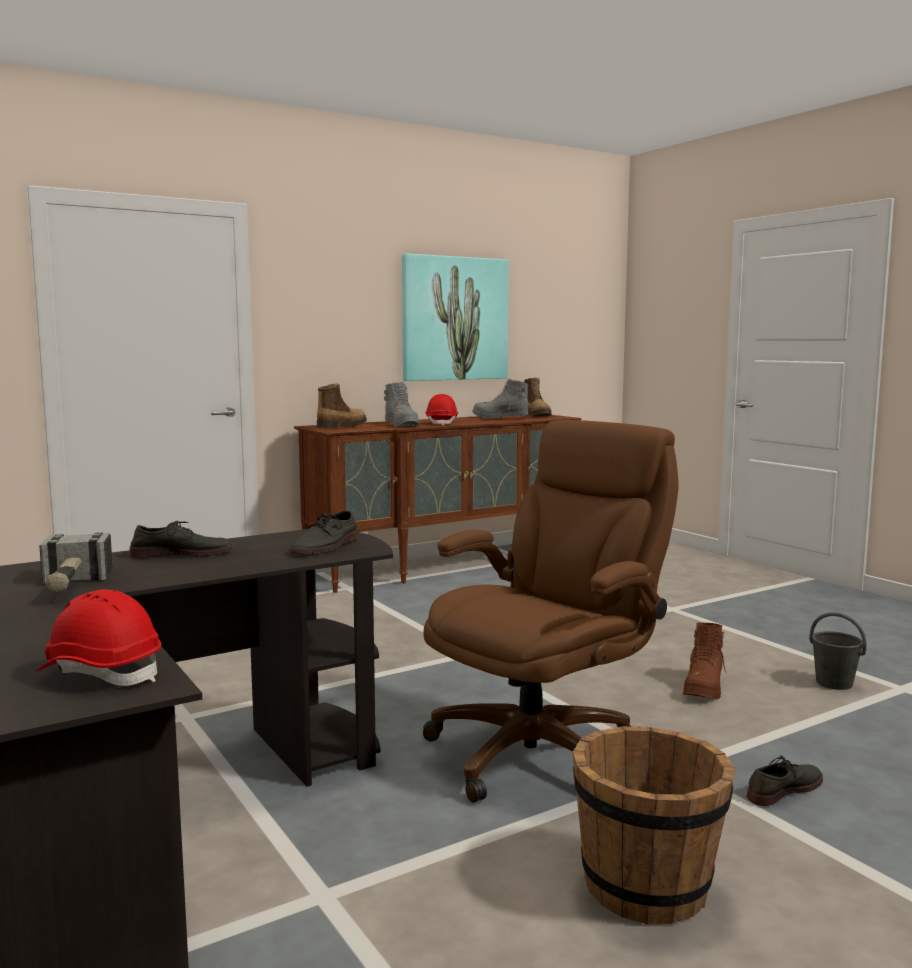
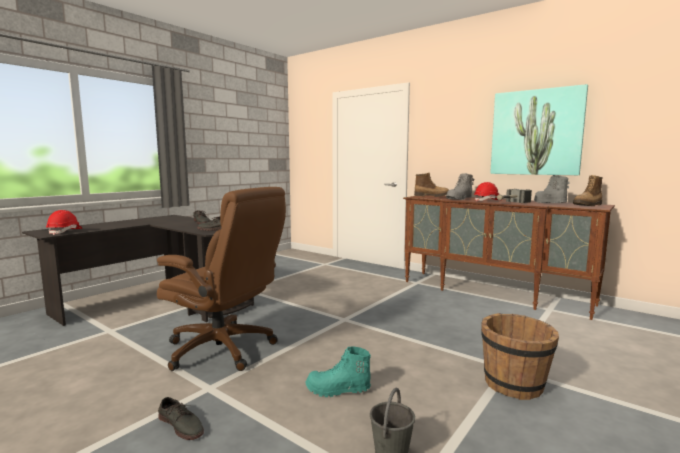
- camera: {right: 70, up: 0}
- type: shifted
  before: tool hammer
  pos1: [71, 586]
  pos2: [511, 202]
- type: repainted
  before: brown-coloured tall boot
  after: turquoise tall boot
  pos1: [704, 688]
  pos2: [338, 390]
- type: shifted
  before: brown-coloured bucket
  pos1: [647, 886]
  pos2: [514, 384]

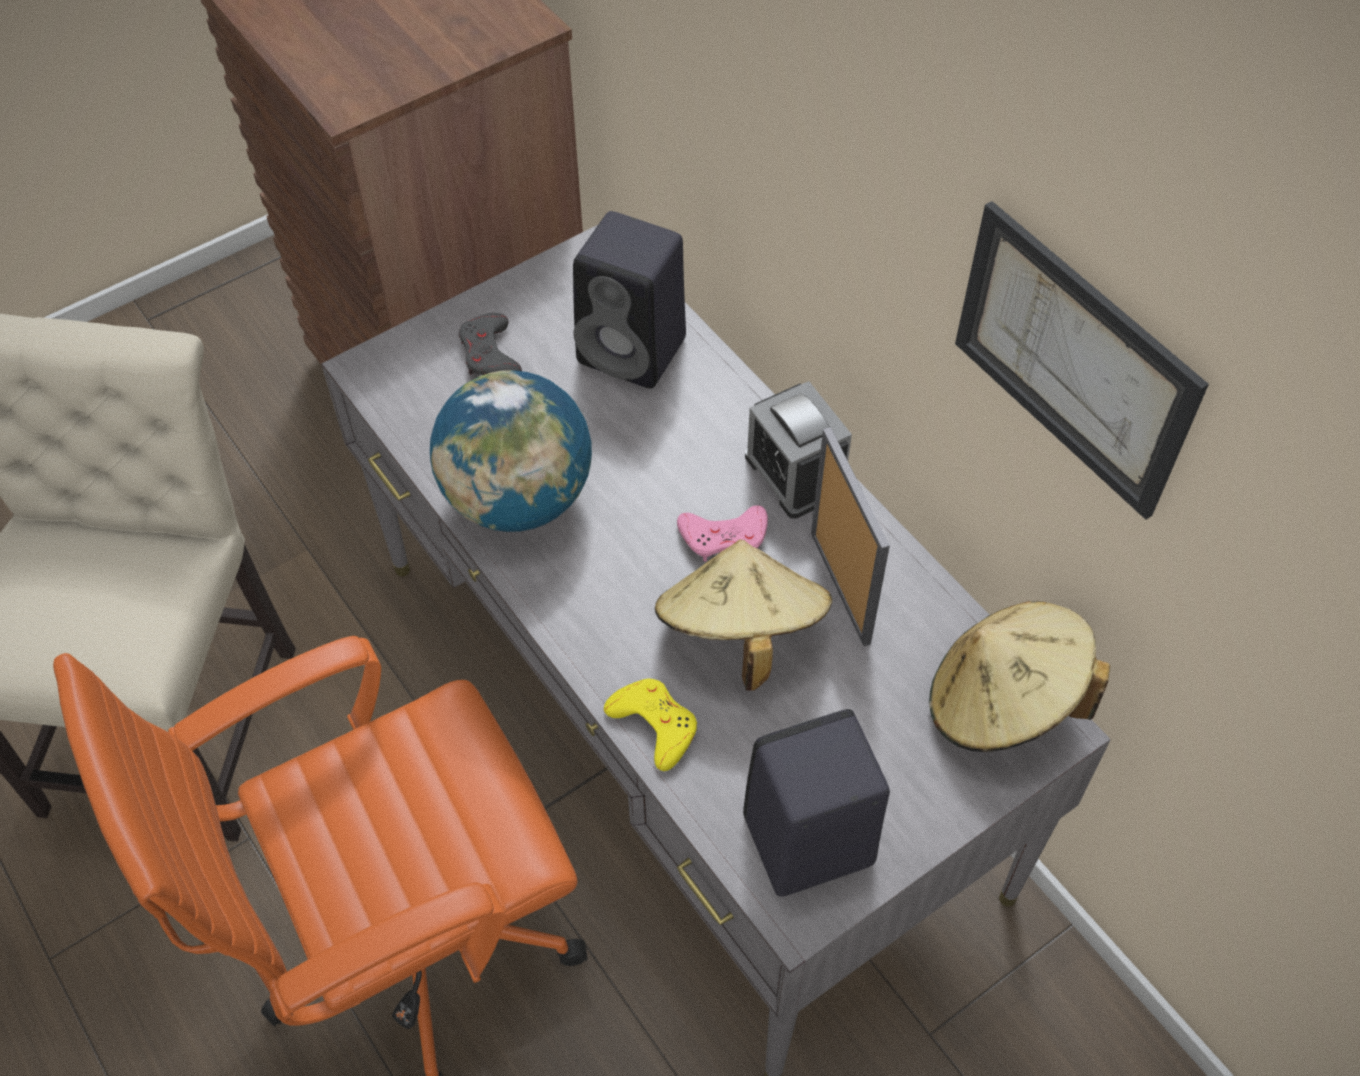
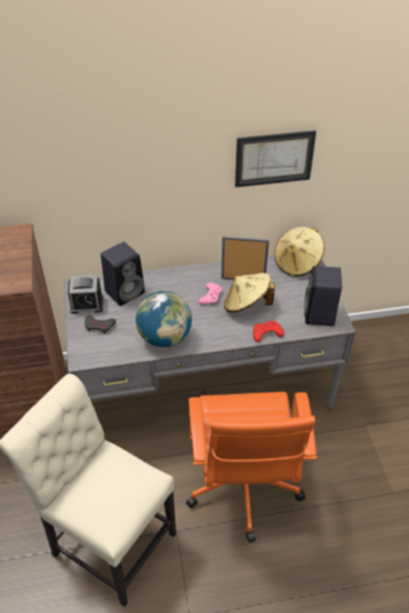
- camera: {right: -65, up: -10}
- type: shifted
  before: bedside clock
  pos1: [795, 473]
  pos2: [87, 304]
- type: repainted
  before: yellow gamepad
  after: reddish gamepad
  pos1: [654, 725]
  pos2: [266, 333]

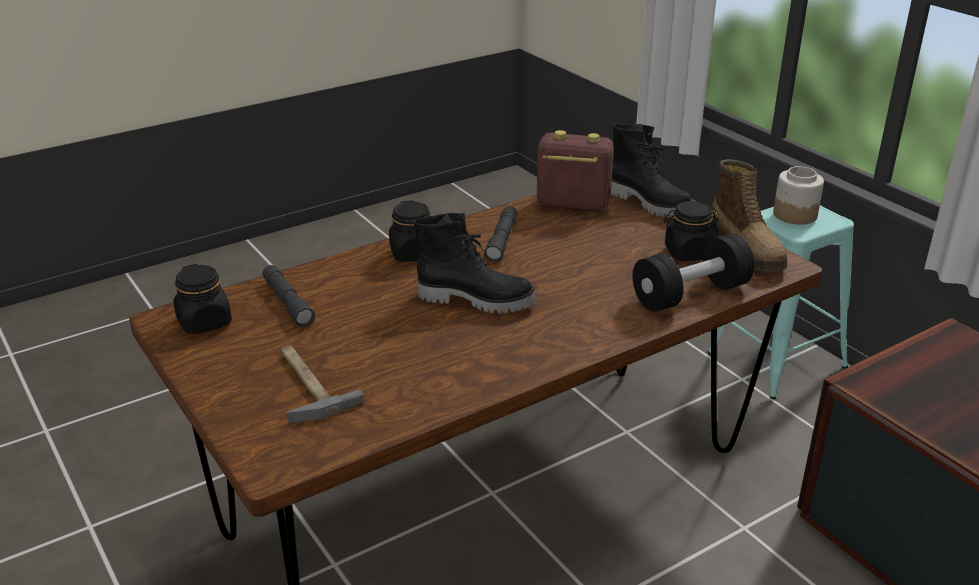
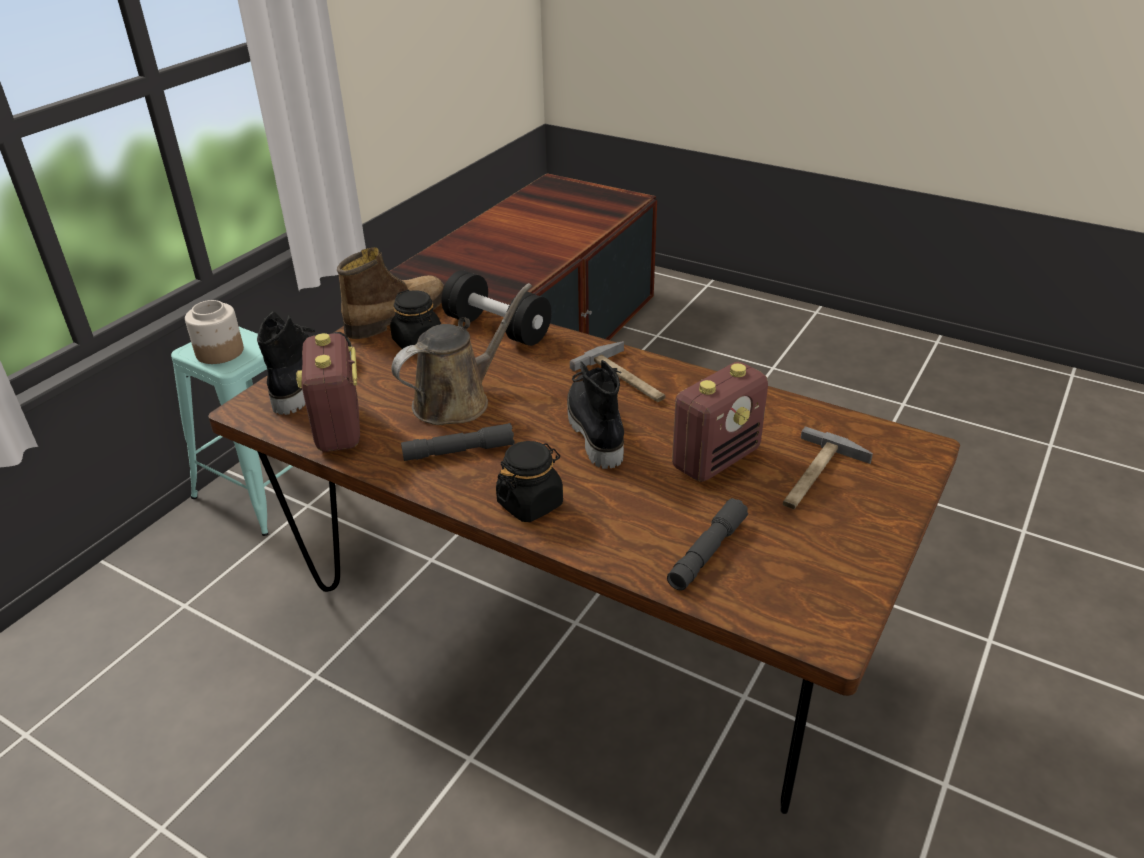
- camera: {right: -115, up: 5}
- type: gone
  before: black storage jar
  pos1: [204, 322]
- type: new
  after: brown-coloured watering can
  pos2: [457, 400]
- type: new
  after: tool hammer
  pos2: [626, 378]
- type: new
  after: radio
  pos2: [716, 458]

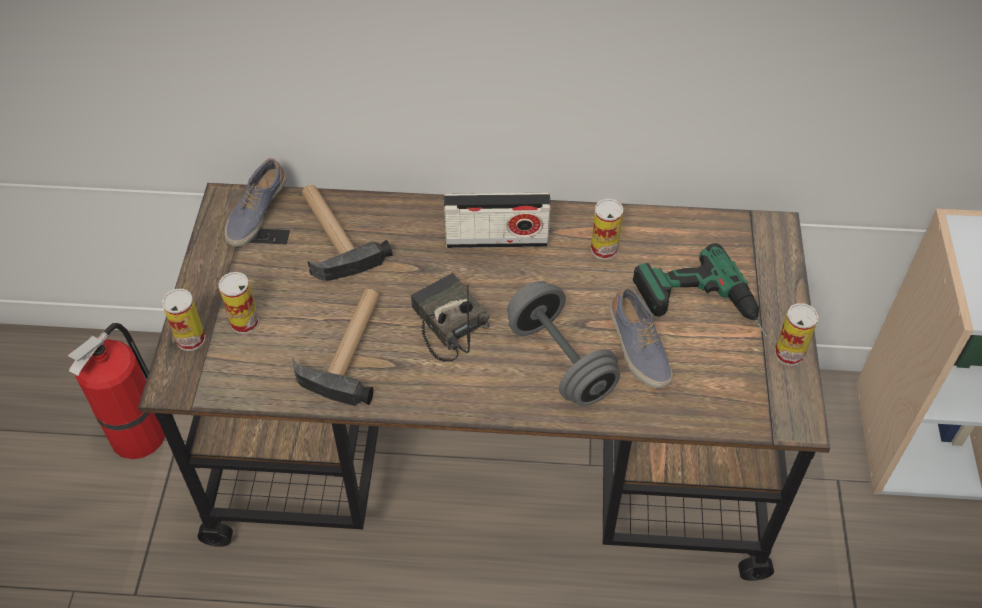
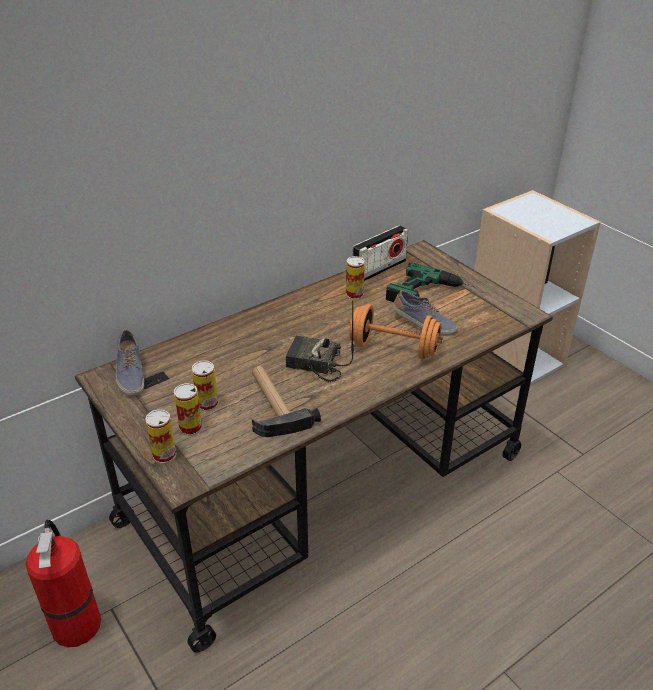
- camera: {right: -40, up: -15}
- type: gone
  before: tool hammer
  pos1: [332, 235]
- type: shifted
  before: radio
  pos1: [496, 240]
  pos2: [379, 269]
- type: repainted
  before: grey dumbbell
  after: orangey dumbbell
  pos1: [560, 361]
  pos2: [394, 348]
- type: shifted
  before: sealed can
  pos1: [789, 353]
  pos2: [207, 404]

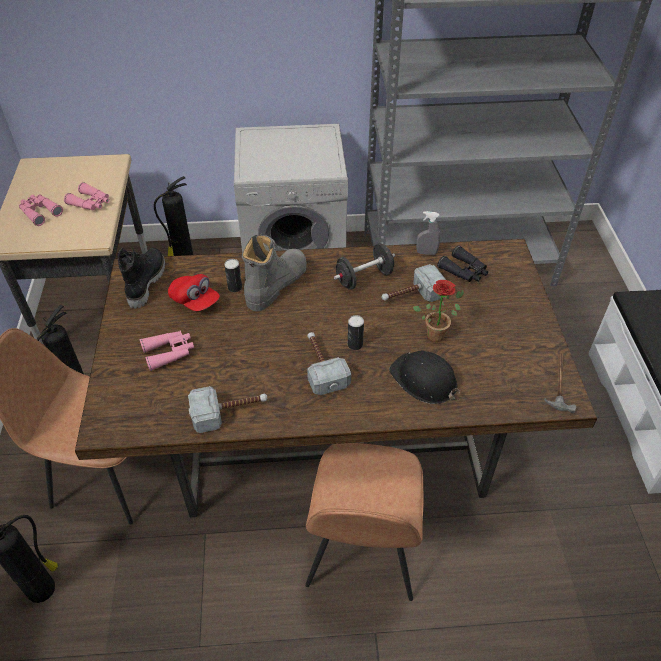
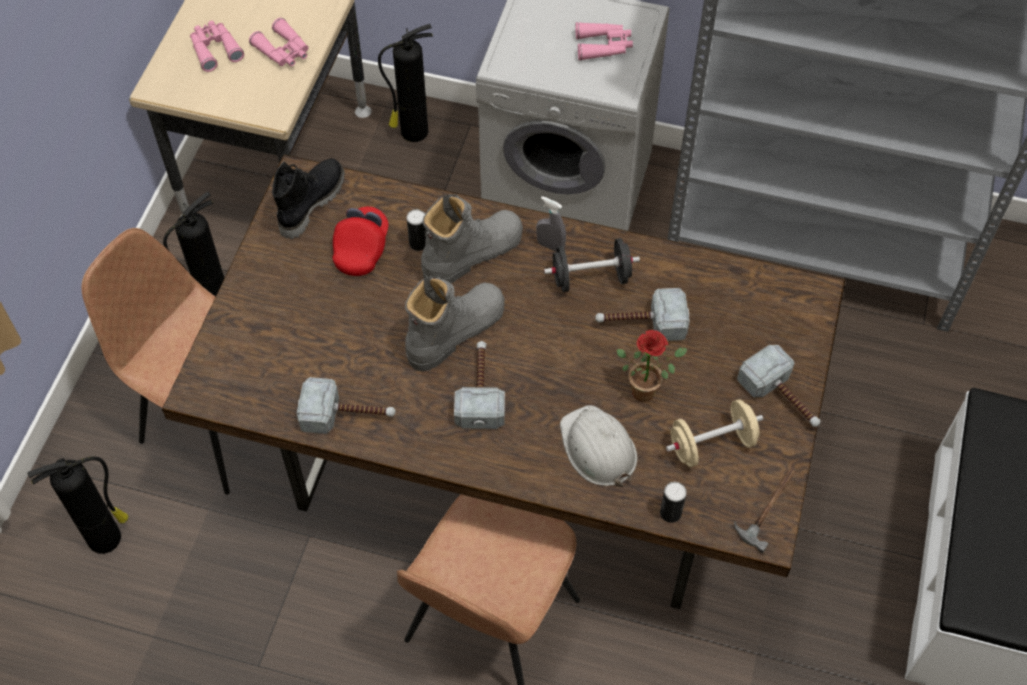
- camera: {right: 20, up: 10}
- type: shifted
  before: grey spray bottle
  pos1: [426, 253]
  pos2: [550, 246]
- type: gone
  before: black binoculars
  pos1: [464, 271]
- type: rotated
  before: reddish cap
  pos1: [195, 301]
  pos2: [362, 249]
  turn: -135
- type: shifted
  before: sealed can
  pos1: [355, 344]
  pos2: [670, 513]
- type: shifted
  before: pink binoculars
  pos1: [169, 352]
  pos2: [603, 46]
- type: repainted
  before: black work helmet
  after: white-coloured work helmet
  pos1: [424, 380]
  pos2: [598, 448]
- type: new
  after: grey tall boot
  pos2: [455, 331]
- type: new
  after: tool hammer
  pos2: [782, 398]
- type: new
  after: sand-coloured dumbbell
  pos2: [711, 444]

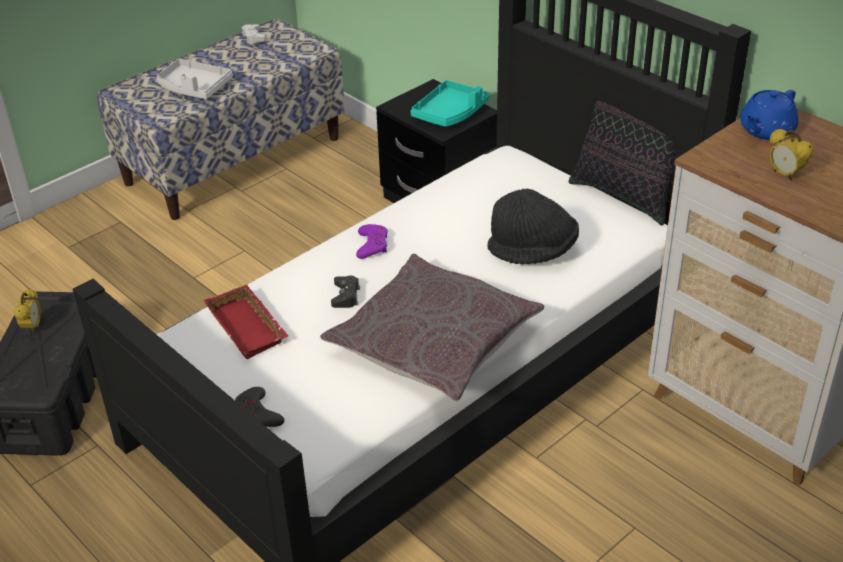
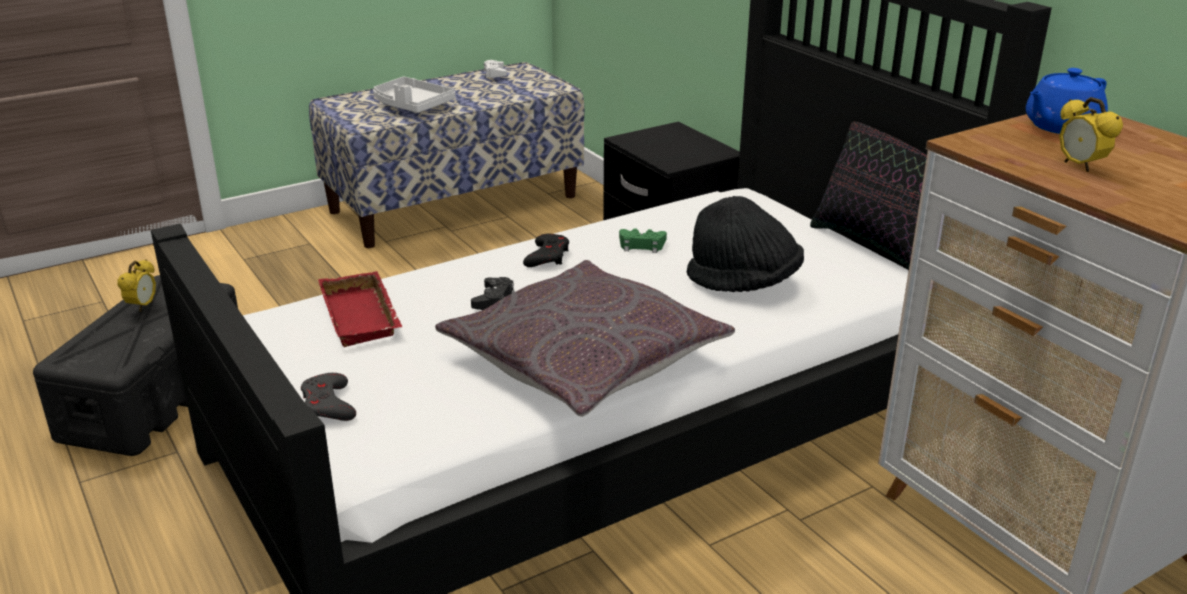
- camera: {right: 10, up: -10}
- type: gone
  before: turquoise tray
  pos1: [450, 113]
- type: repainted
  before: purplish gamepad
  after: black gamepad
  pos1: [372, 245]
  pos2: [547, 256]
- type: new
  after: greenish gamepad
  pos2: [641, 245]

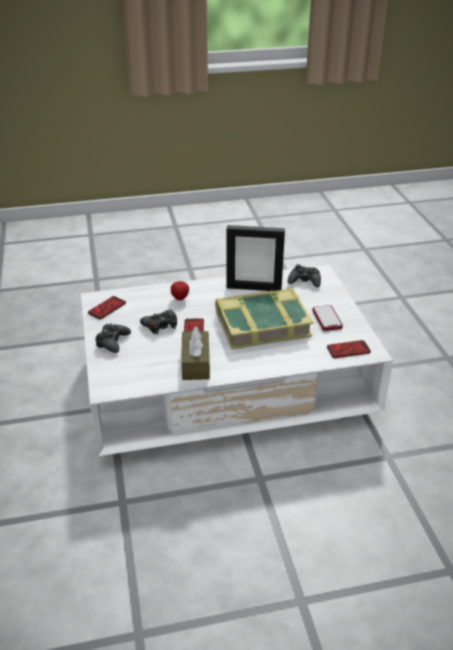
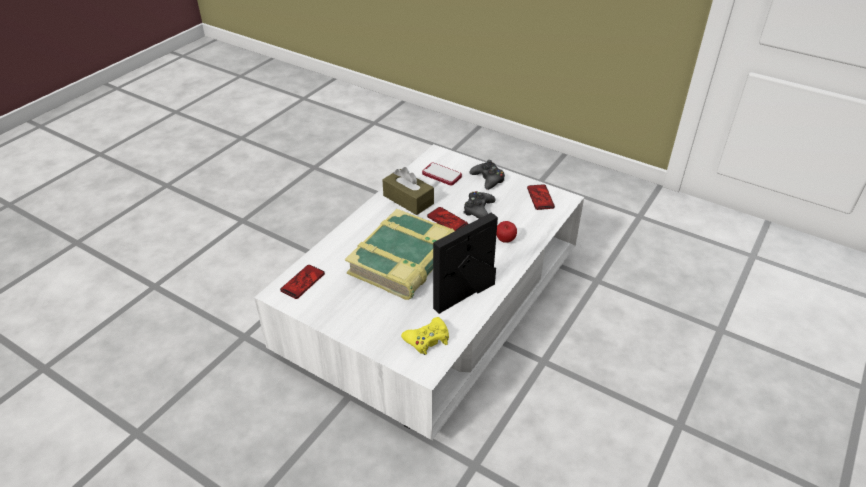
- camera: {right: 135, up: 5}
- type: repainted
  before: black gamepad
  after: yellow gamepad
  pos1: [304, 281]
  pos2: [427, 340]
- type: shifted
  before: phone
  pos1: [327, 319]
  pos2: [441, 175]

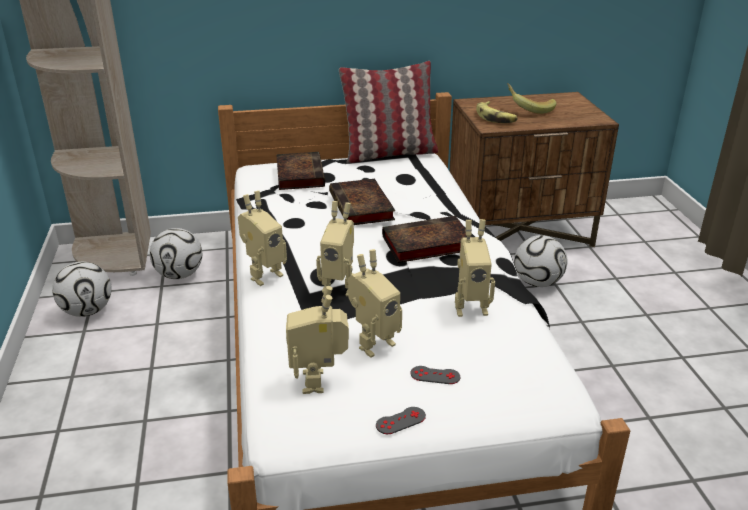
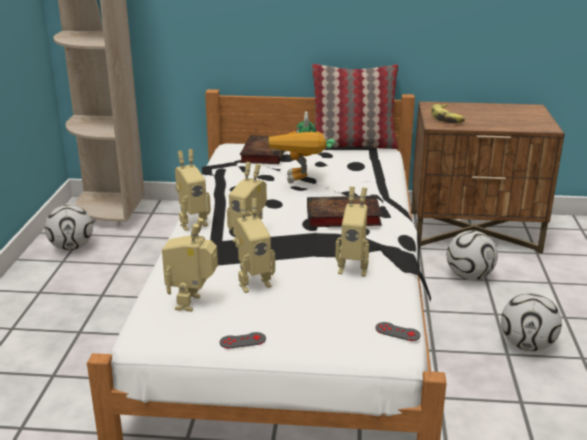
- camera: {right: 15, up: -5}
- type: gone
  before: banana fruit
  pos1: [529, 109]
- type: swapped
  before: volume
  after: model robot
  pos1: [362, 207]
  pos2: [303, 183]
- type: shifted
  before: football
  pos1: [179, 275]
  pos2: [527, 345]
- type: shifted
  before: grey gamepad
  pos1: [435, 375]
  pos2: [397, 332]

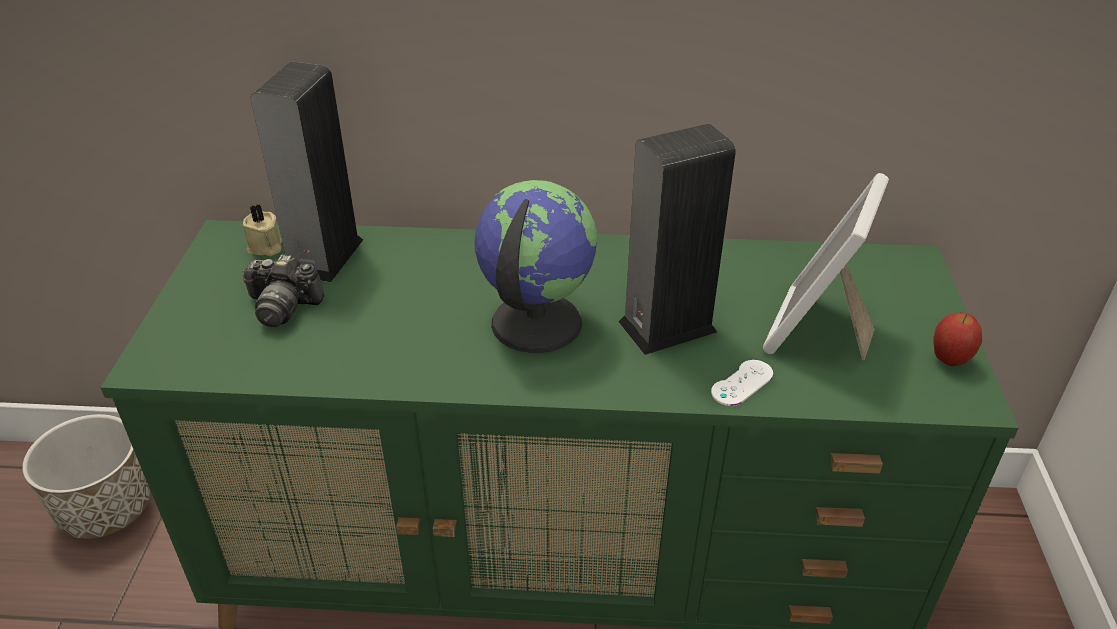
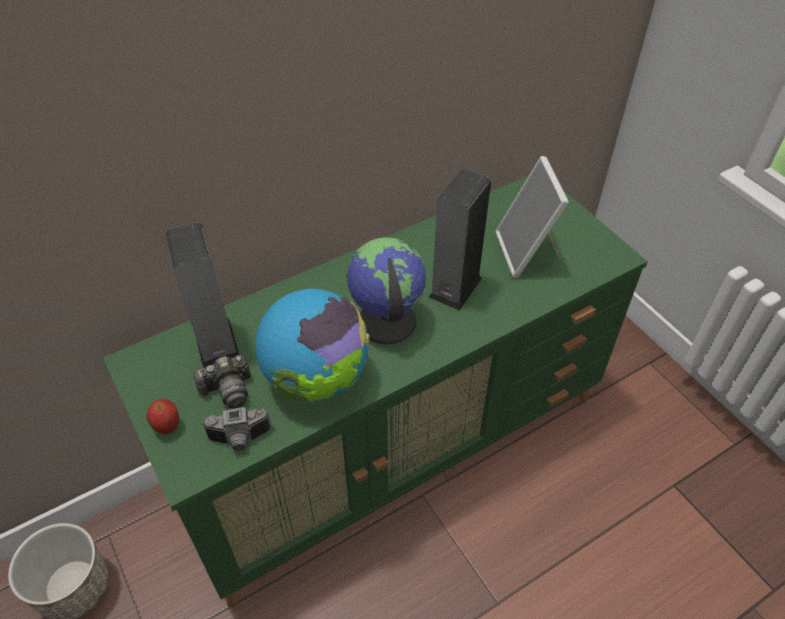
- camera: {right: -35, up: 10}
- type: gone
  before: sand-coloured wax light
  pos1: [265, 247]
- type: shifted
  before: apple
  pos1: [949, 360]
  pos2: [168, 427]
- type: gone
  before: white-coloured gamepad
  pos1: [742, 383]
- type: new
  after: world globe
  pos2: [317, 379]
- type: new
  after: still camera
  pos2: [240, 440]

